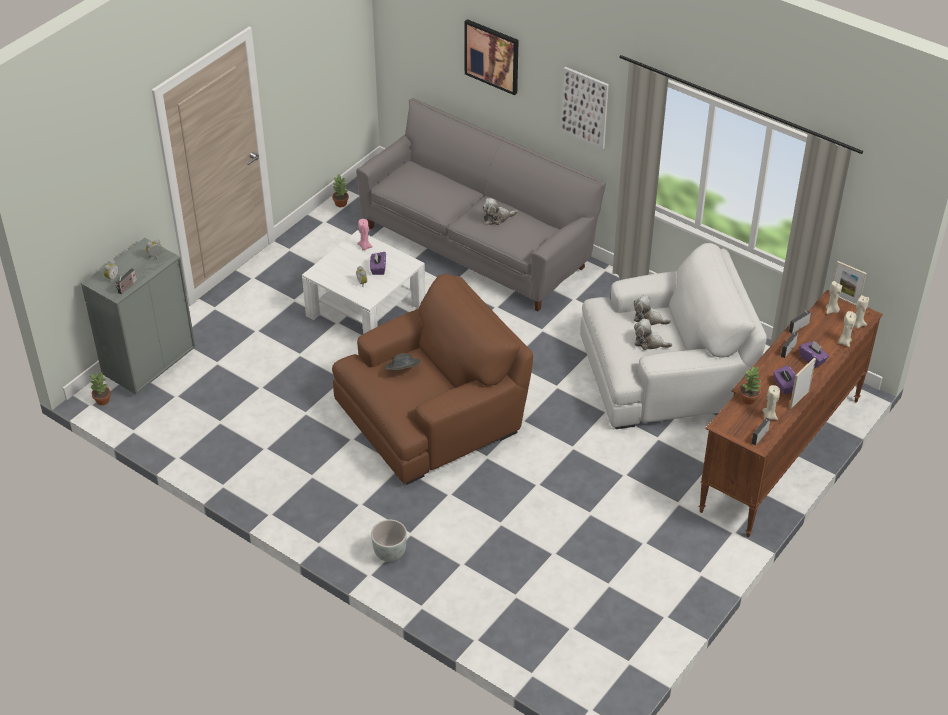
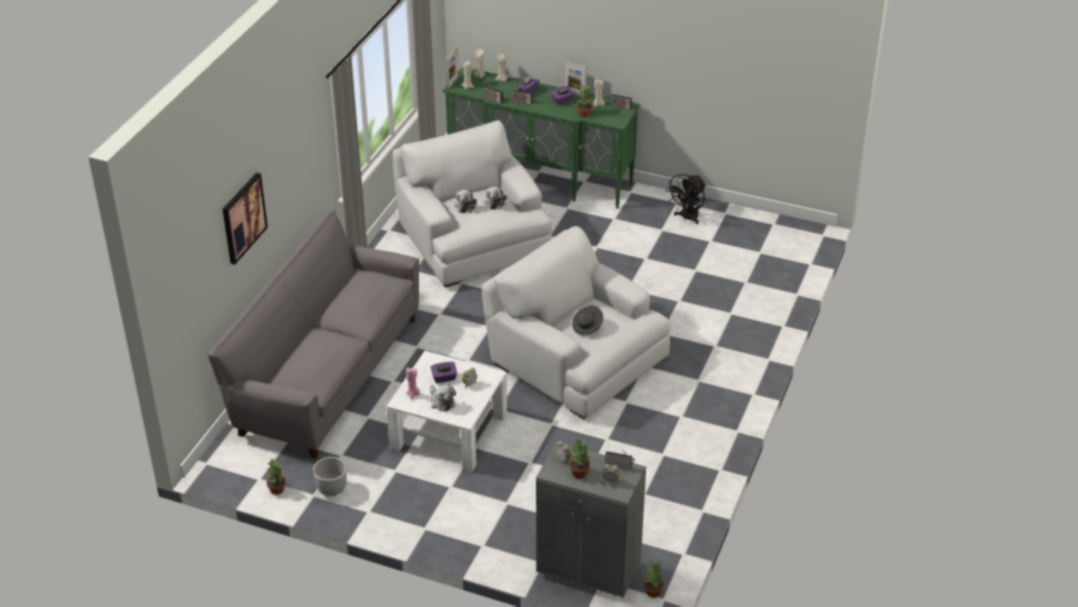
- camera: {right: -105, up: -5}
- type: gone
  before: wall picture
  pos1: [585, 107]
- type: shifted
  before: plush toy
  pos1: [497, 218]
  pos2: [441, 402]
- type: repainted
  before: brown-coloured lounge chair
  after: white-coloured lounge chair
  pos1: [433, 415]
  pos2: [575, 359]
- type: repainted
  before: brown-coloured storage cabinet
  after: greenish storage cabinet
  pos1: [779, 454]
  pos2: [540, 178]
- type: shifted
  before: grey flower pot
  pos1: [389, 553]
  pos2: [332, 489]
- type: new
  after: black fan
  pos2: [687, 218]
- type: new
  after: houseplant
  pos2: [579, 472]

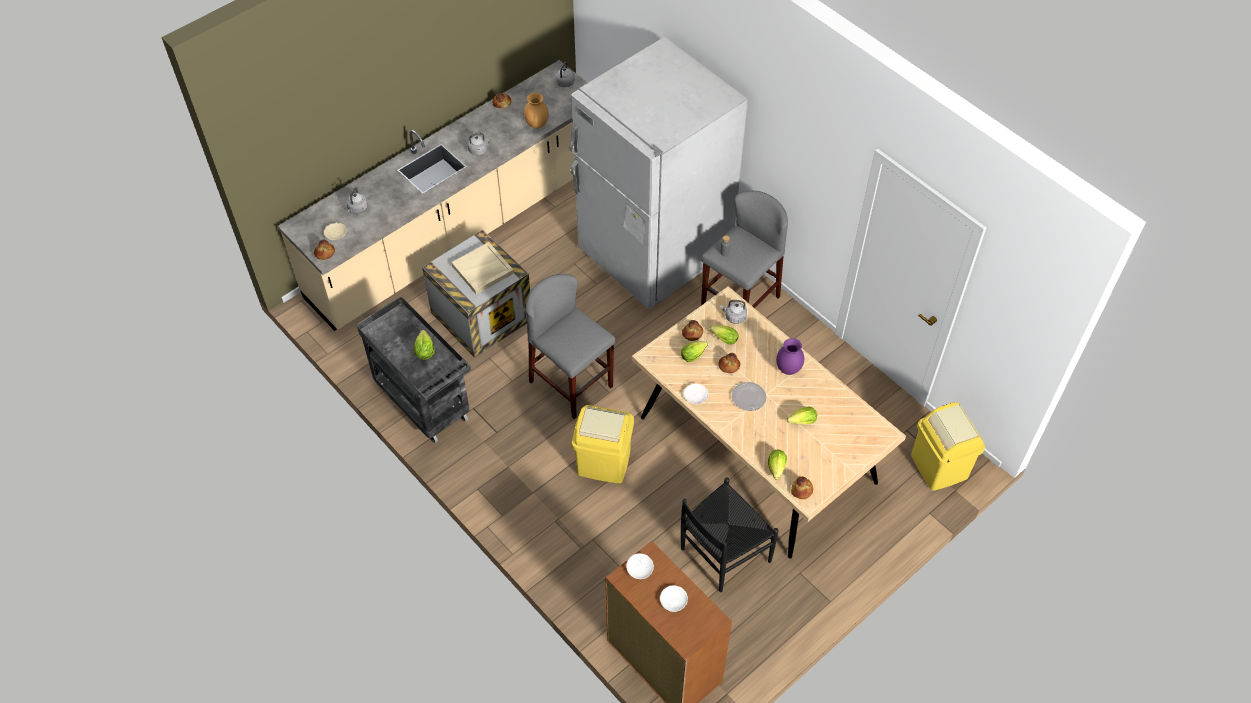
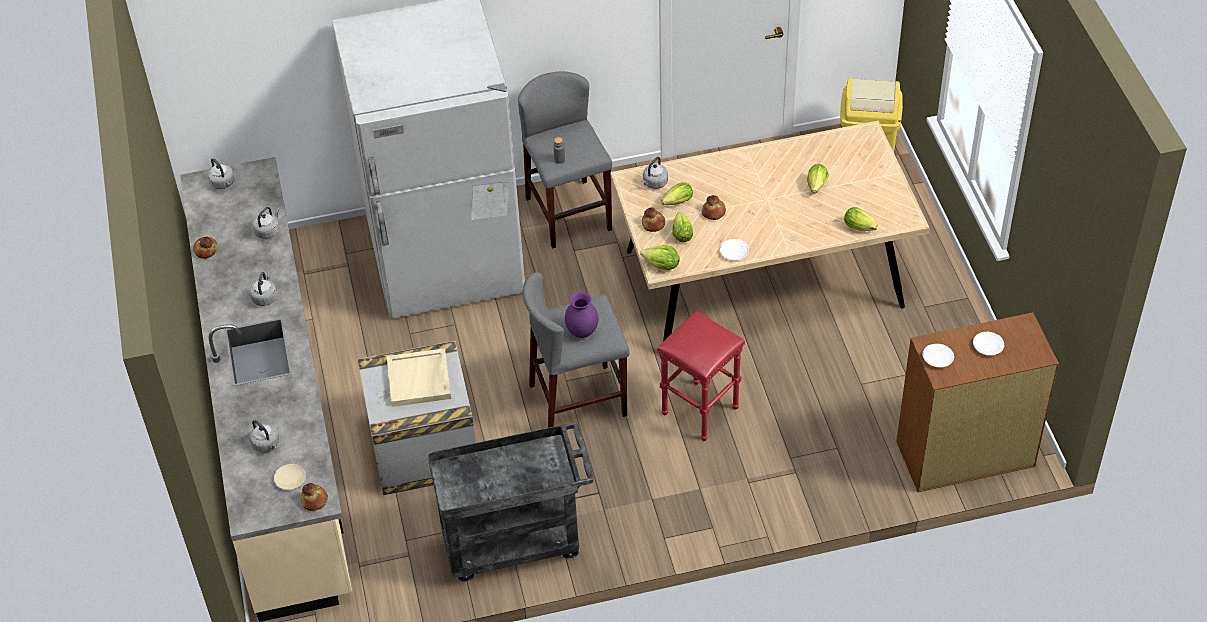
- camera: {right: -60, up: -5}
- type: swapped
  before: brown-coloured vase
  after: grey tea kettle
  pos1: [537, 124]
  pos2: [268, 231]
- type: shifted
  before: head of lettuce
  pos1: [424, 352]
  pos2: [662, 266]
- type: shifted
  before: purplish vase
  pos1: [789, 369]
  pos2: [582, 331]
- type: gone
  before: dinner plate
  pos1: [749, 397]
- type: swapped
  before: yellow waste bin
  after: reddish sitting stool
  pos1: [603, 463]
  pos2: [700, 411]
- type: gone
  before: baked bread
  pos1: [802, 490]
- type: gone
  before: black chair
  pos1: [723, 553]

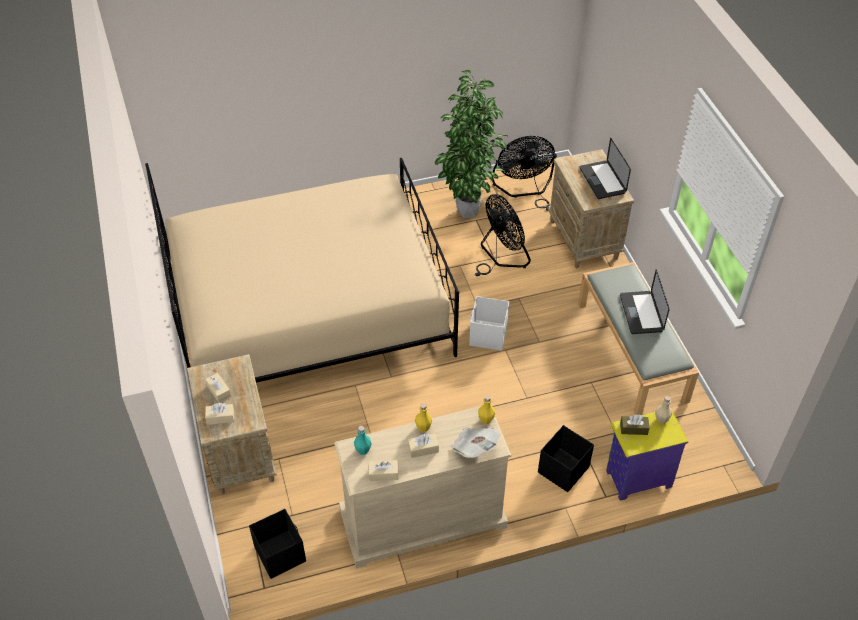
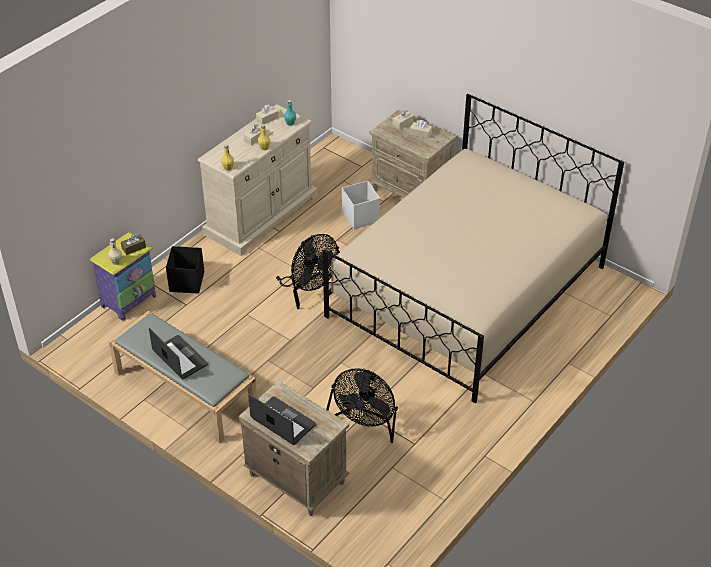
- camera: {right: 145, up: -5}
- type: gone
  before: houseplant
  pos1: [468, 210]
- type: shifted
  before: black fan
  pos1: [527, 189]
  pos2: [310, 288]
- type: shifted
  before: white-coloured storage container
  pos1: [487, 336]
  pos2: [360, 216]
- type: gone
  before: daily paper
  pos1: [474, 447]
- type: gone
  before: black storage container
  pos1: [280, 553]

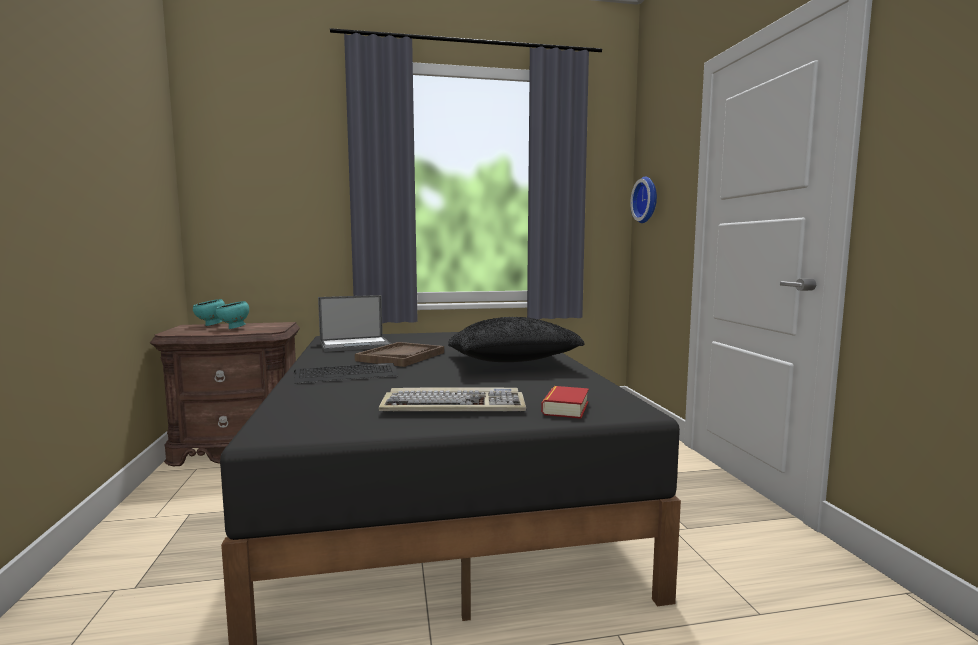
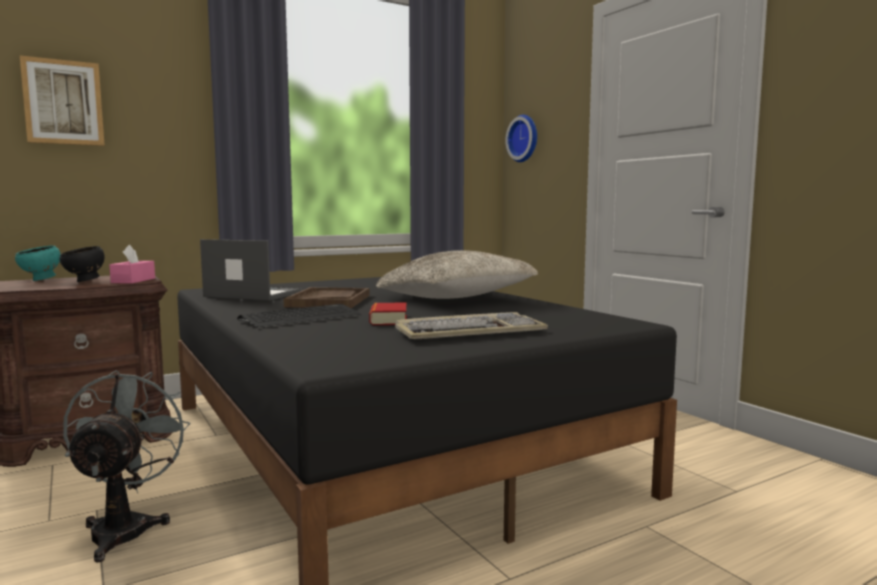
- camera: {right: -20, up: 0}
- type: rotated
  before: portable computer
  pos1: [356, 345]
  pos2: [252, 294]
  turn: -120
- type: repainted
  before: turquoise deep dish
  after: black deep dish
  pos1: [234, 328]
  pos2: [85, 281]
- type: repainted
  before: black cushion
  after: sand-coloured cushion
  pos1: [510, 362]
  pos2: [454, 299]
- type: shifted
  before: volume
  pos1: [565, 408]
  pos2: [388, 320]
- type: new
  after: wall picture
  pos2: [63, 102]
- type: new
  after: pink tissue holder
  pos2: [133, 280]
- type: new
  after: grey fan
  pos2: [126, 527]

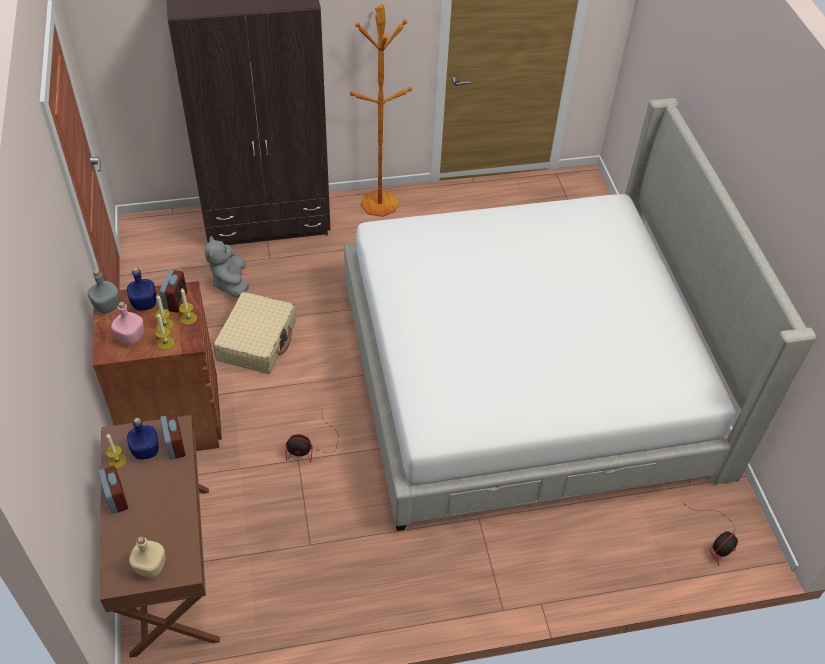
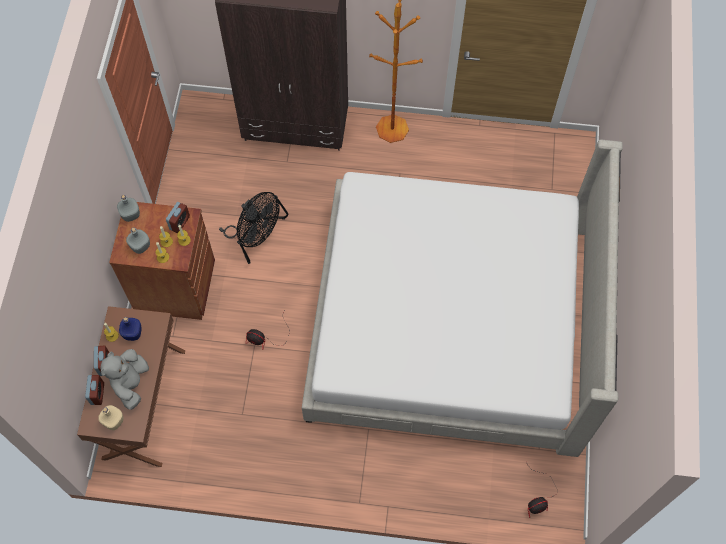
- camera: {right: 20, up: 15}
- type: shifted
  before: grey plush toy
  pos1: [231, 283]
  pos2: [131, 383]
- type: gone
  before: blue-coloured drink bottle
  pos1: [145, 303]
- type: swapped
  before: sand-coloured suitcase
  after: black fan
  pos1: [257, 341]
  pos2: [255, 236]
- type: repainted
  before: pink drink bottle
  after: grey drink bottle
  pos1: [130, 338]
  pos2: [140, 247]
- type: shifted
  before: bedside clock
  pos1: [175, 445]
  pos2: [97, 393]

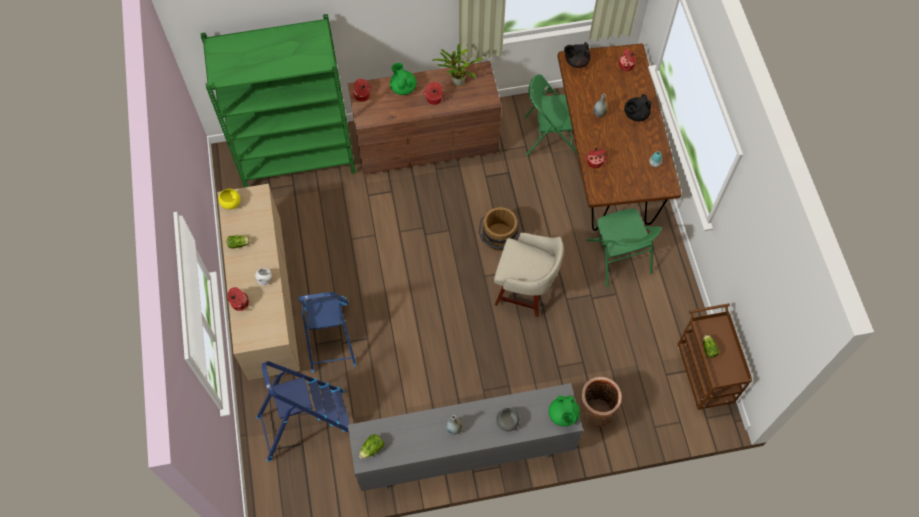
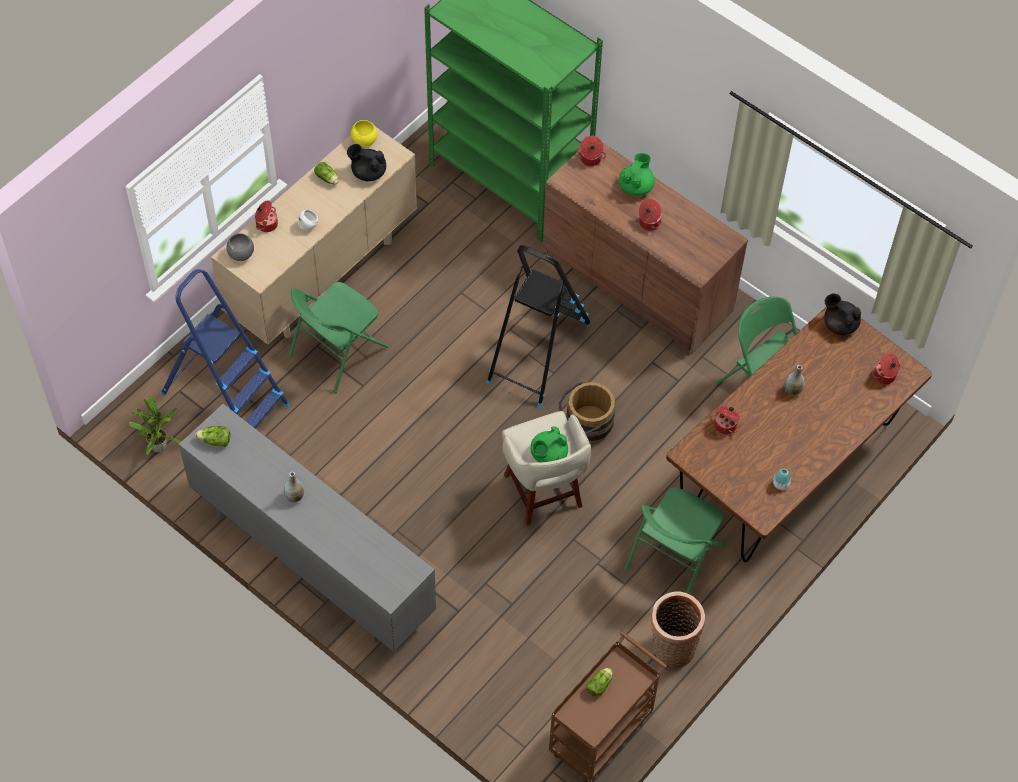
- camera: {right: 50, up: -5}
- type: shifted
  before: houseplant
  pos1: [457, 81]
  pos2: [159, 444]
- type: shifted
  before: black tea pot
  pos1: [635, 114]
  pos2: [368, 172]
- type: swapped
  before: blue-coloured step ladder
  after: greenish chair
  pos1: [330, 335]
  pos2: [338, 350]
- type: shifted
  before: basket
  pos1: [595, 413]
  pos2: [672, 647]
- type: shifted
  before: greenish tea pot
  pos1: [563, 415]
  pos2: [548, 455]
- type: shifted
  before: grey deep dish
  pos1: [507, 422]
  pos2: [241, 254]
- type: new
  after: black step ladder
  pos2: [539, 351]

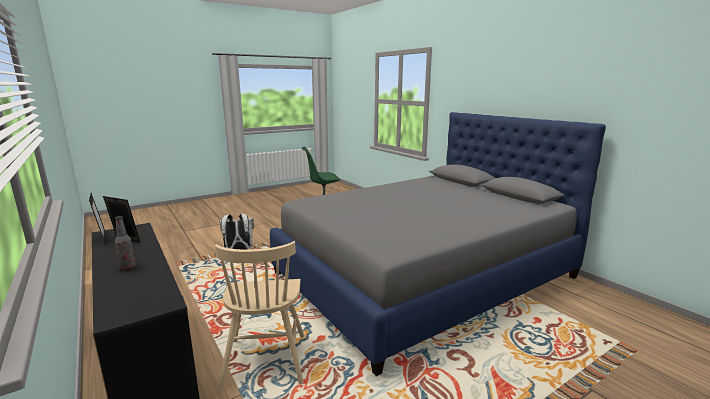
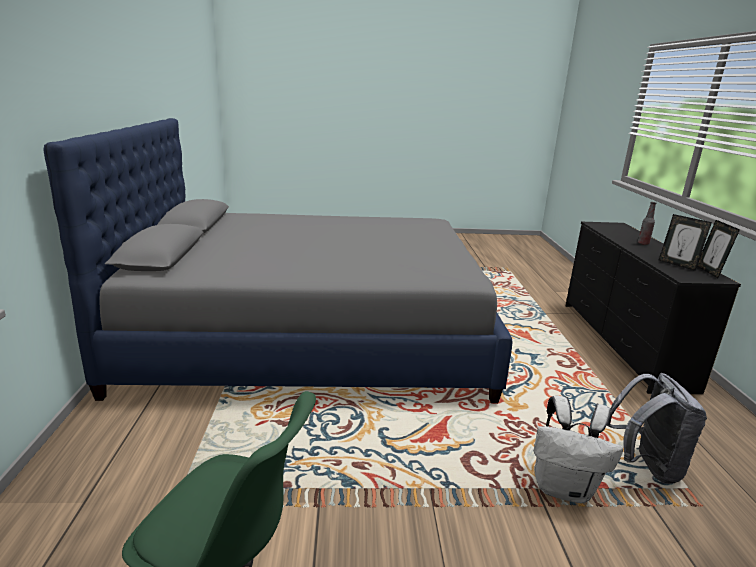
- camera: {right: -150, up: 5}
- type: gone
  before: sand-coloured chair
  pos1: [265, 356]
- type: new
  after: grey backpack
  pos2: [645, 465]

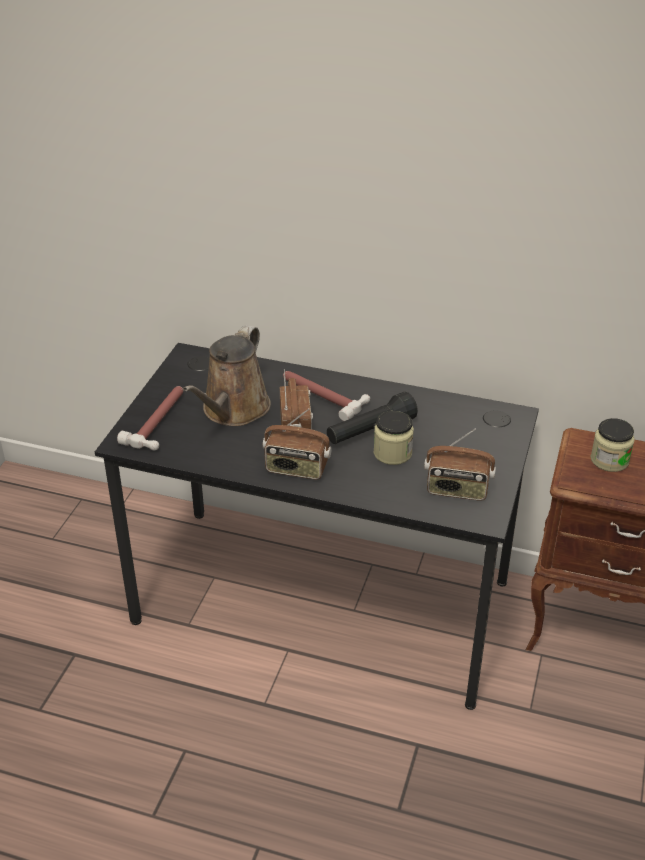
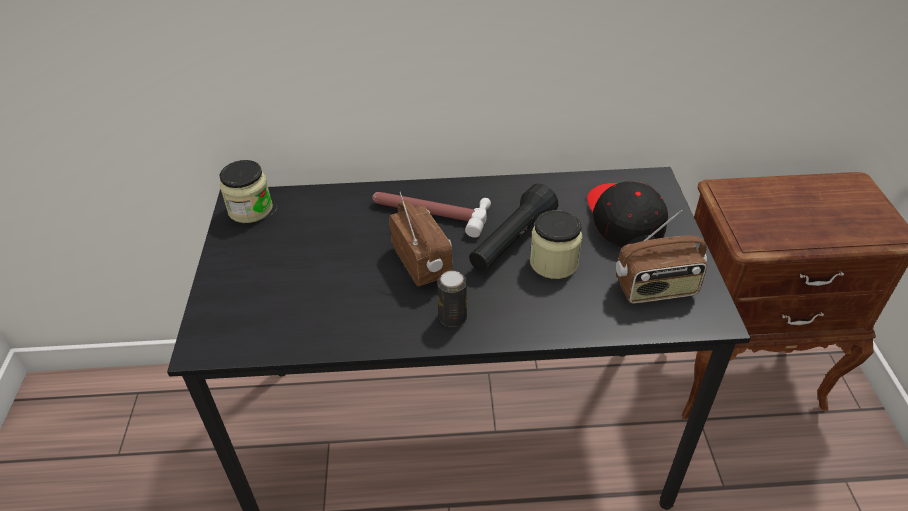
- camera: {right: -20, up: 5}
- type: gone
  before: brown-coloured watering can
  pos1: [233, 410]
- type: gone
  before: tool hammer
  pos1: [160, 421]
- type: swapped
  before: radio
  after: sealed can
  pos1: [296, 469]
  pos2: [453, 317]
- type: shifted
  before: storage jar
  pos1: [609, 460]
  pos2: [250, 209]
- type: new
  after: black cap
  pos2: [623, 219]

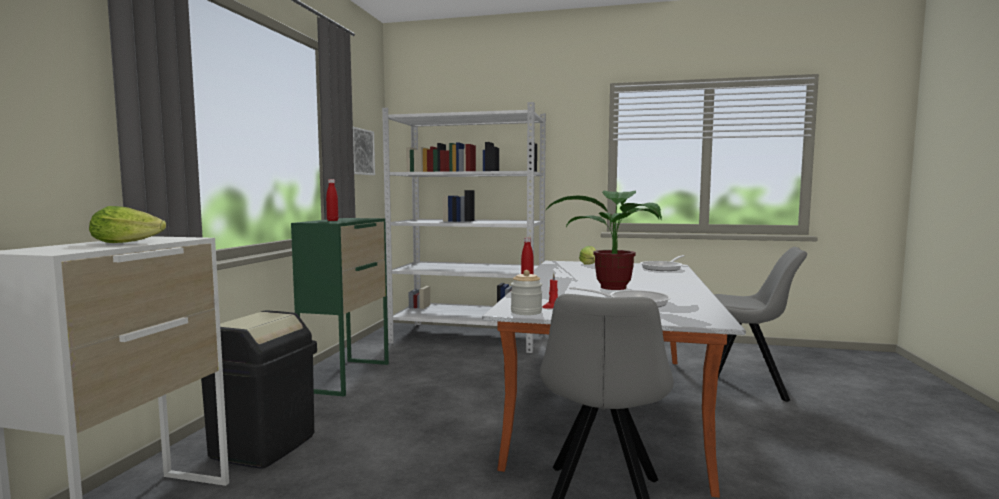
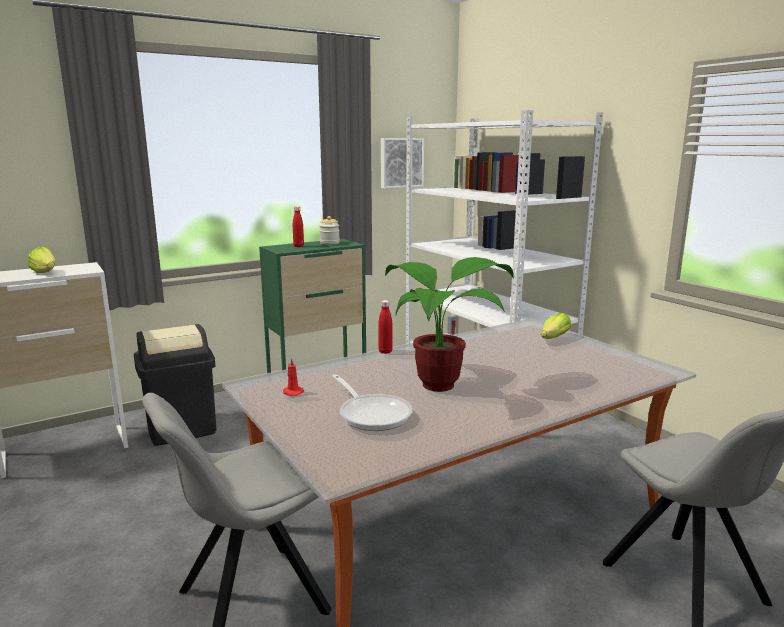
- camera: {right: 45, up: 10}
- type: gone
  before: pan
  pos1: [663, 268]
- type: shifted
  before: storage jar
  pos1: [526, 312]
  pos2: [329, 243]

